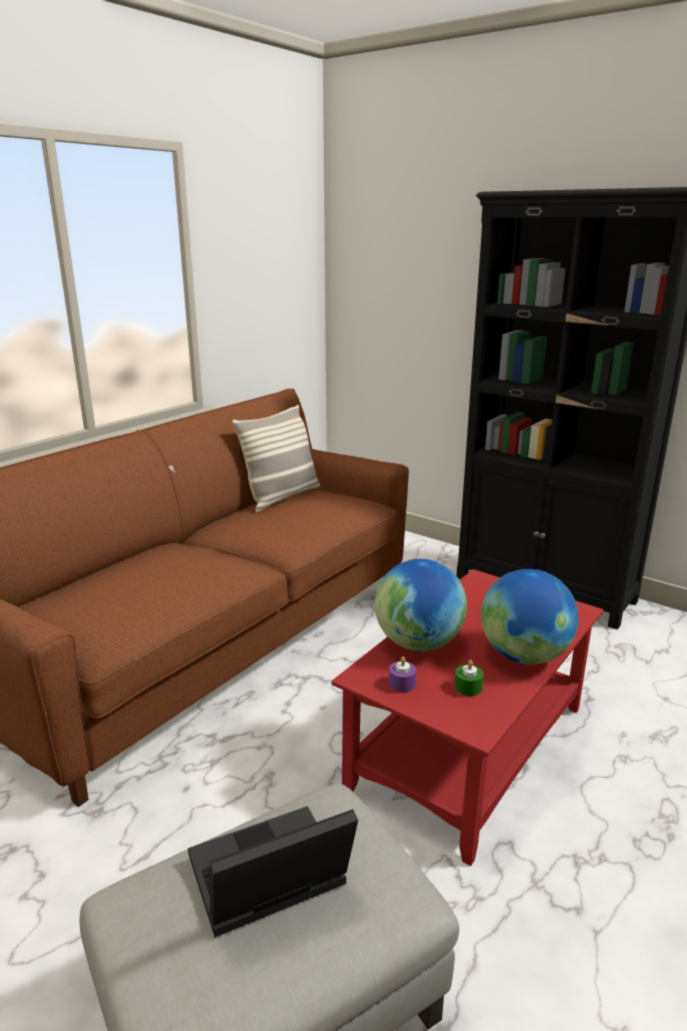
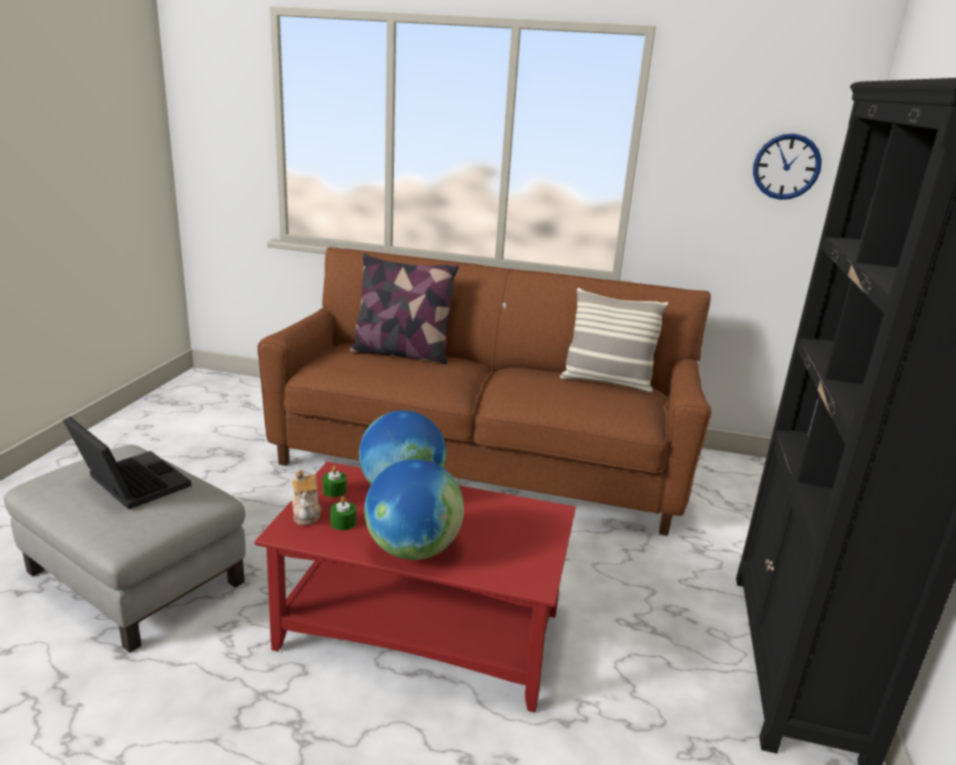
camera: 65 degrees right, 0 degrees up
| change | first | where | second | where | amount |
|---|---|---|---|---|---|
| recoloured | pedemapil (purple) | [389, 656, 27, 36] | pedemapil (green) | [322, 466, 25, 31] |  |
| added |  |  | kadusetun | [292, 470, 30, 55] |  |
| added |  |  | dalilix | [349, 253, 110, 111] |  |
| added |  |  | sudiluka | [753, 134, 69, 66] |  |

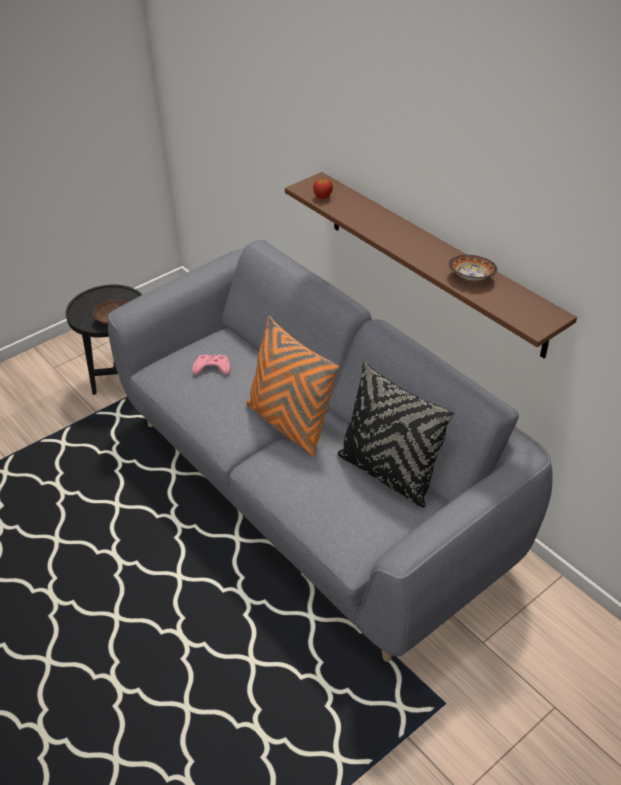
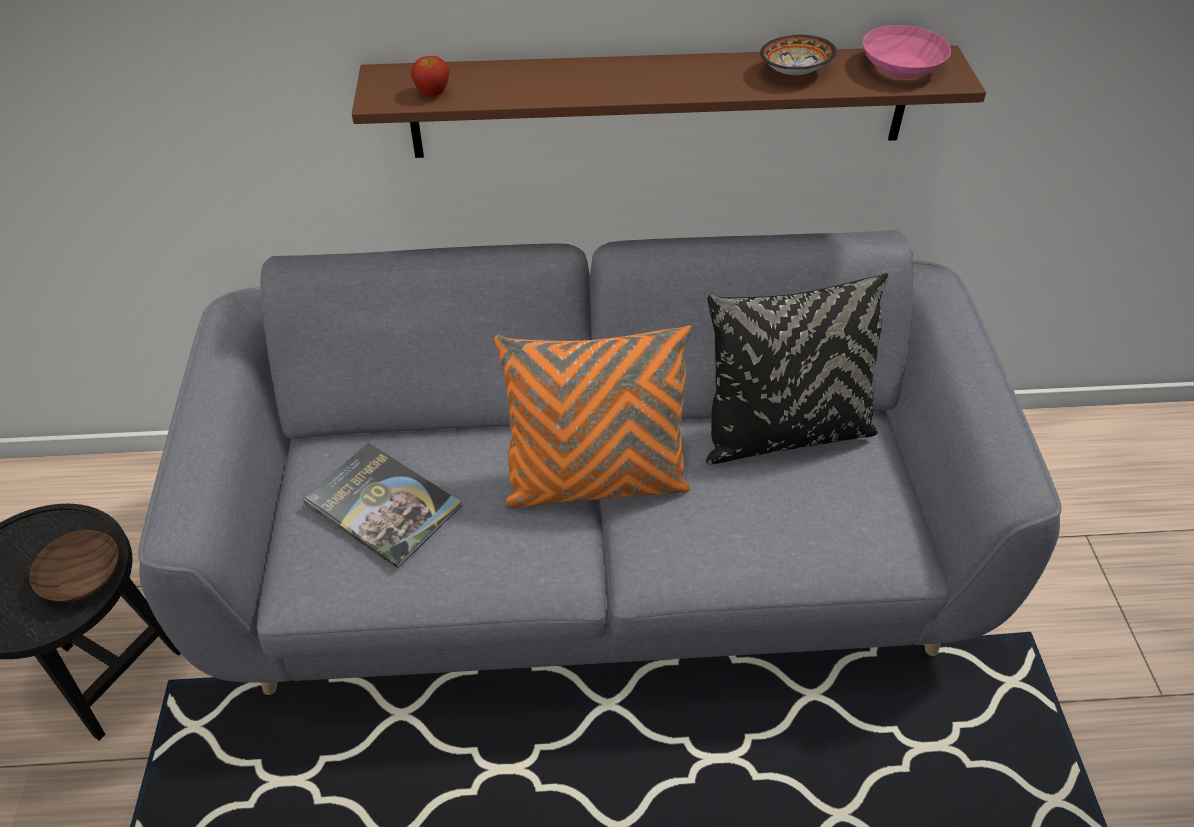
camera: 55 degrees left, 5 degrees up
| change | first | where | second | where | amount |
|---|---|---|---|---|---|
| replaced | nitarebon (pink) | [192, 355, 39, 20] | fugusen | [303, 443, 159, 125] |  |
| added |  |  | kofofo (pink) | [863, 25, 88, 54] |  |

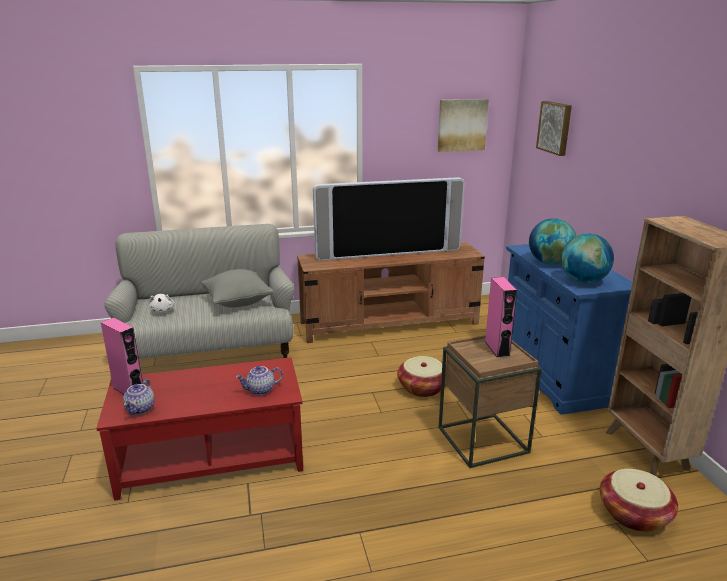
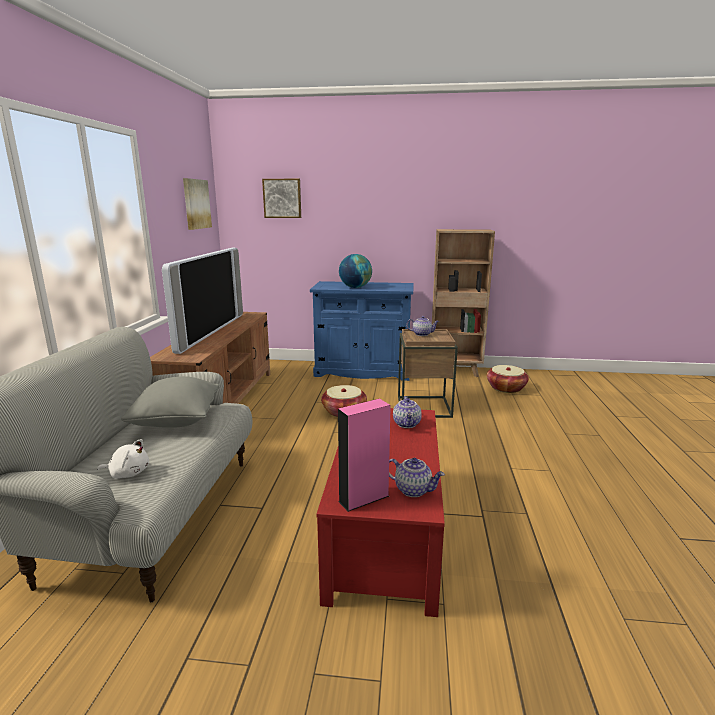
camera: 70 degrees left, 5 degrees down
| change | first | where | second | where | amount |
|---|---|---|---|---|---|
| replaced | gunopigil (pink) | [485, 277, 32, 81] | kadusetun | [406, 316, 33, 20] |  |
| removed | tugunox | [561, 234, 53, 49] |  |  |  |

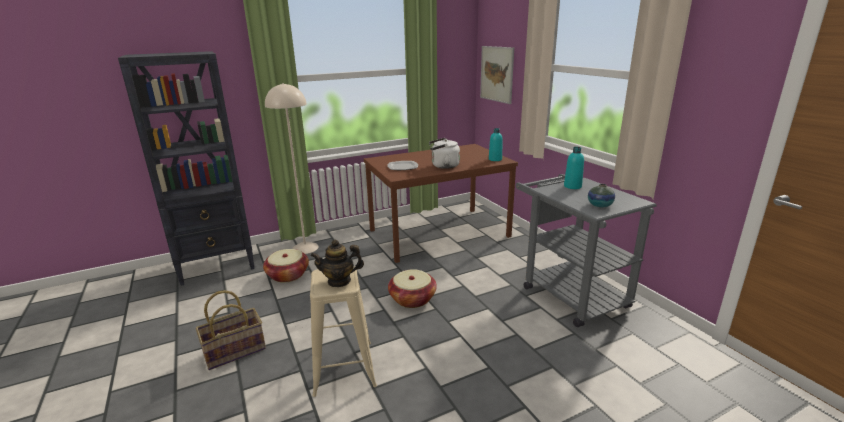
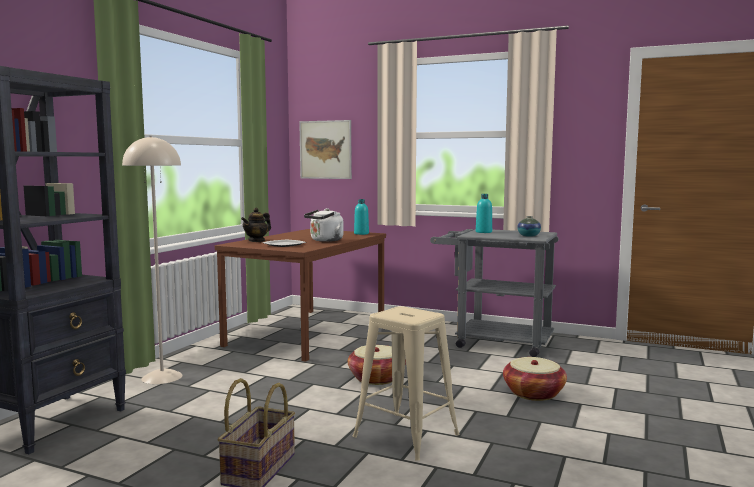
camera: 40 degrees left, 15 degrees down
| change | first | where | second | where | amount |
|---|---|---|---|---|---|
| moved | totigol | [263, 249, 46, 34] |  | [503, 357, 64, 44] |  |
| moved | kadusetun | [311, 240, 53, 47] |  | [241, 208, 30, 34] |  |

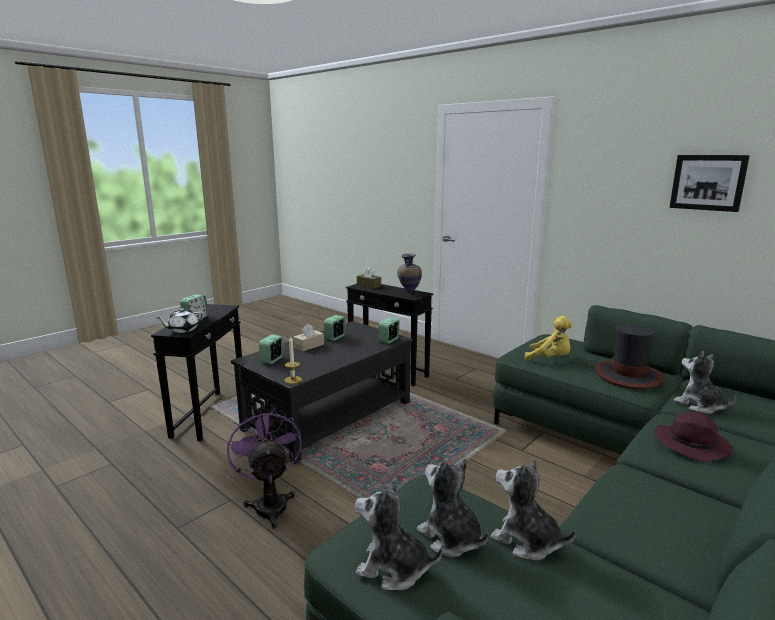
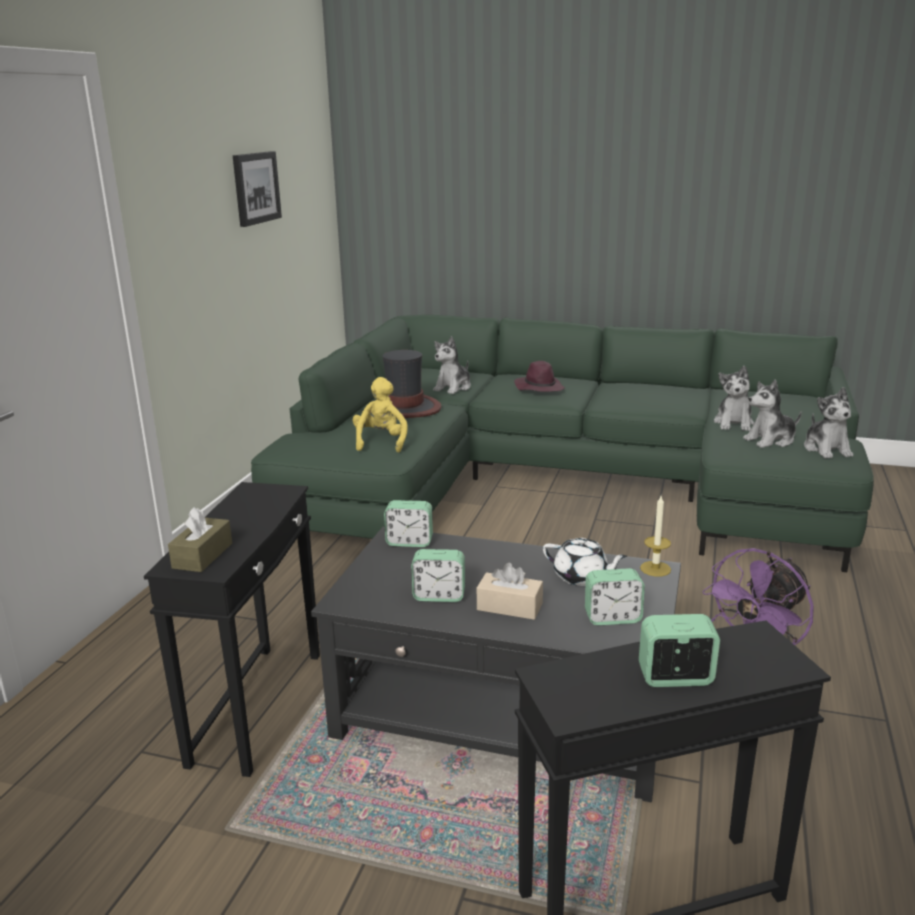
camera: 115 degrees left, 5 degrees up
| change | first | where | second | where | amount |
|---|---|---|---|---|---|
| moved | kadusetun (white) | [157, 308, 47, 25] |  | [543, 538, 84, 48] |  |
| removed | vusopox | [397, 253, 25, 40] |  |  |  |
| turned | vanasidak | [417, 459, 71, 98] |  | [743, 380, 59, 68] | 45 degrees clockwise |

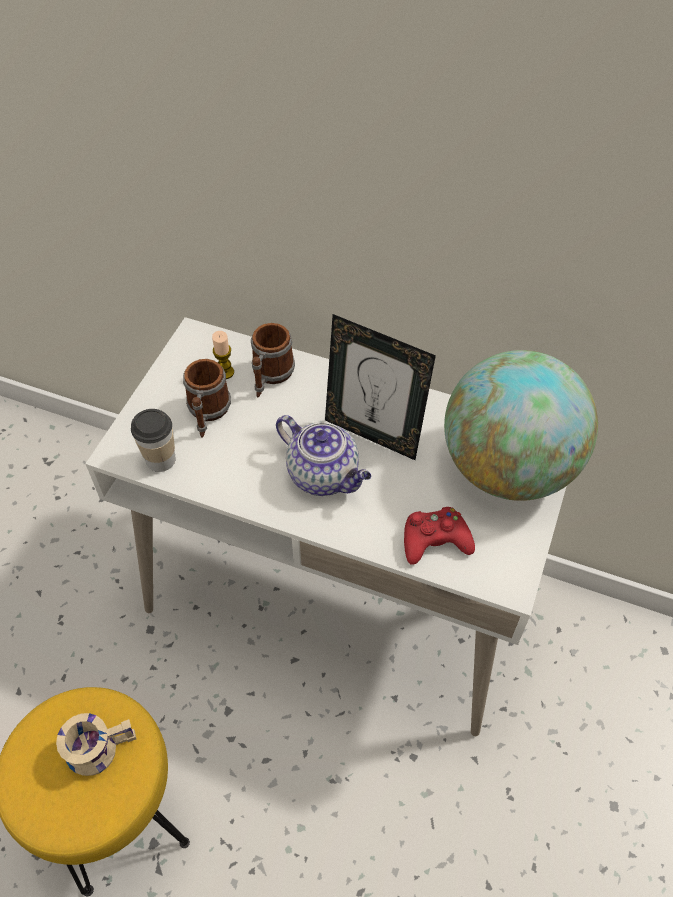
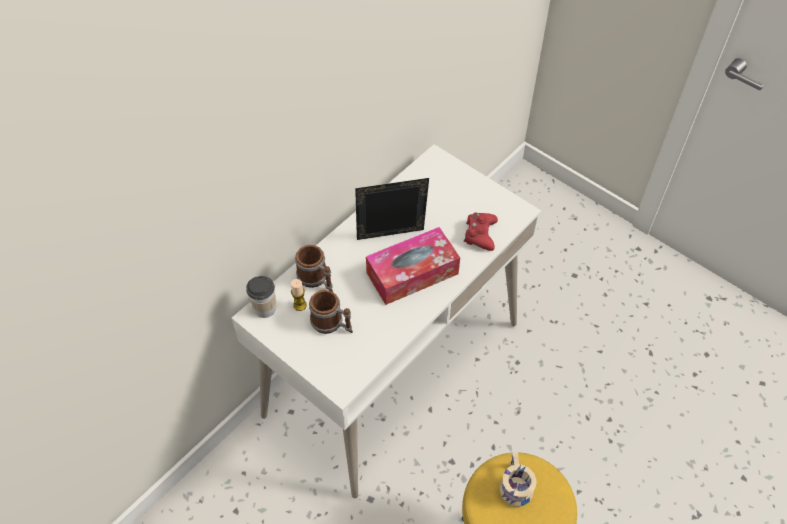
camera: 70 degrees left, 0 degrees up
| change | first | where | second | where | amount |
|---|---|---|---|---|---|
| moved | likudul | [131, 409, 45, 63] |  | [246, 276, 30, 42] |  |
| replaced | kadusetun | [276, 415, 95, 81] | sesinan | [366, 227, 94, 78] |  |
| turned | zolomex | [325, 314, 111, 146] |  | [355, 178, 74, 62] | 150 degrees counterclockwise |
| removed | tugunox | [444, 350, 154, 151] |  |  |  |

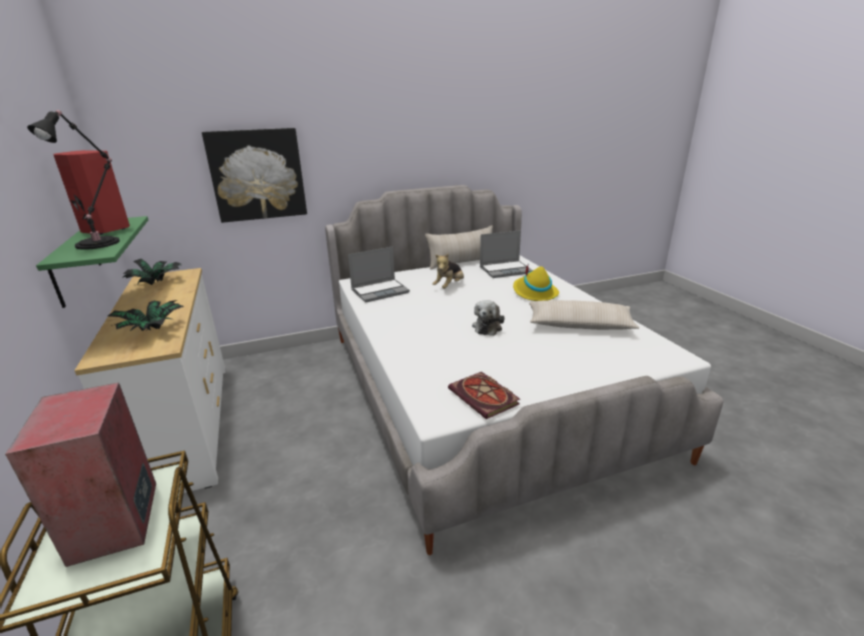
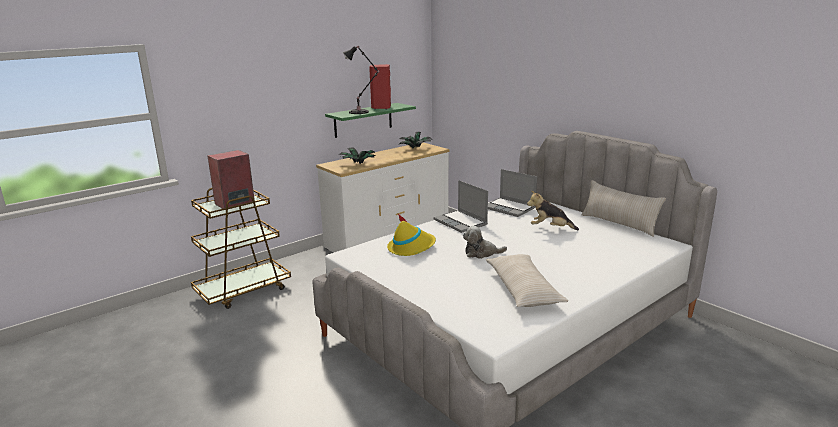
camera: 70 degrees right, 5 degrees down
| change | first | where | second | where | amount |
|---|---|---|---|---|---|
| removed | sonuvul | [202, 128, 105, 95] |  |  |  |
| removed | fugusen | [448, 372, 72, 47] |  |  |  |
| moved | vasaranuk | [480, 230, 53, 48] |  | [433, 180, 55, 53] |  |
| moved | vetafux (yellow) | [513, 263, 46, 38] |  | [387, 214, 49, 42] |  |

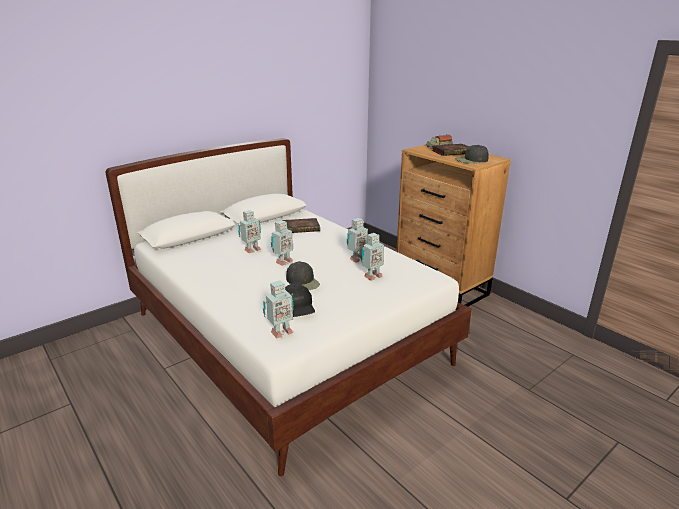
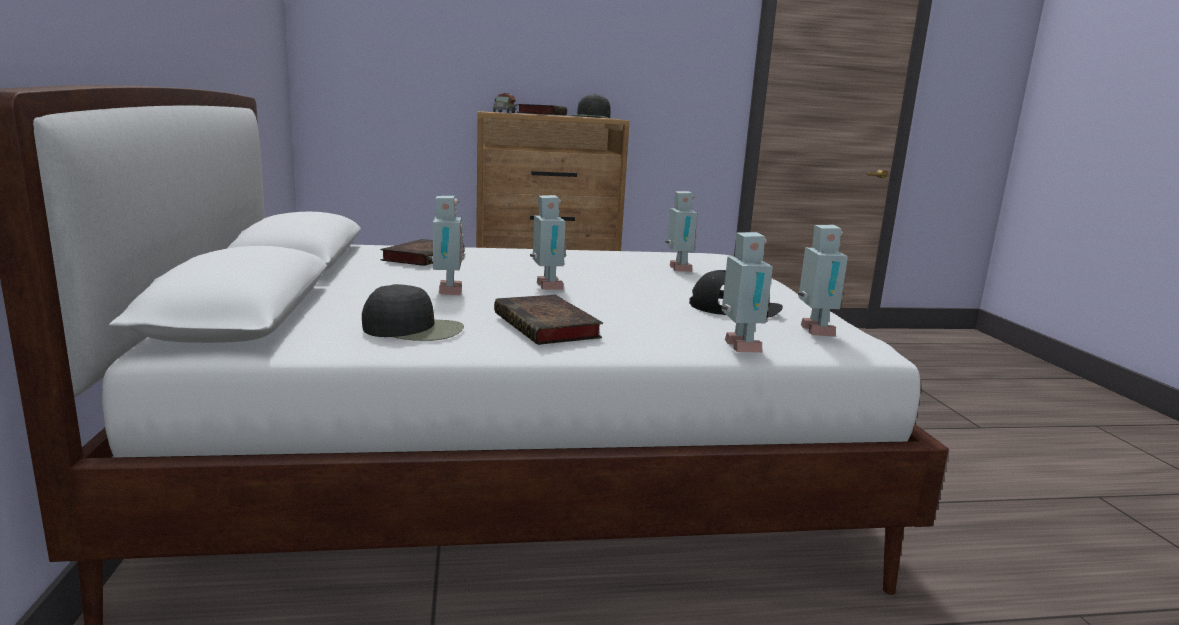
camera: 60 degrees left, 10 degrees down
| change | first | where | second | where | amount |
|---|---|---|---|---|---|
| moved | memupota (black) | [286, 261, 34, 29] |  | [362, 284, 102, 57] |  |
| moved | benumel | [347, 218, 21, 45] |  | [721, 232, 52, 121] |  |
| added |  |  | fugusen | [494, 295, 109, 50] |  |

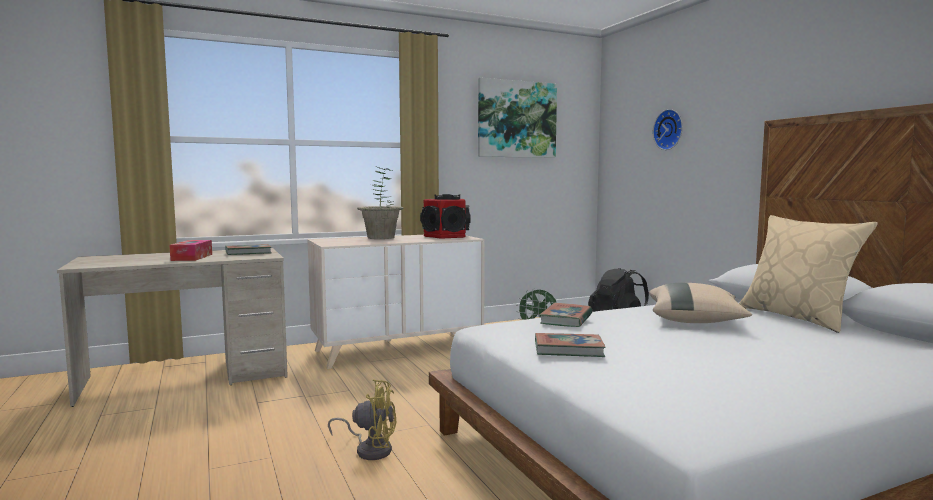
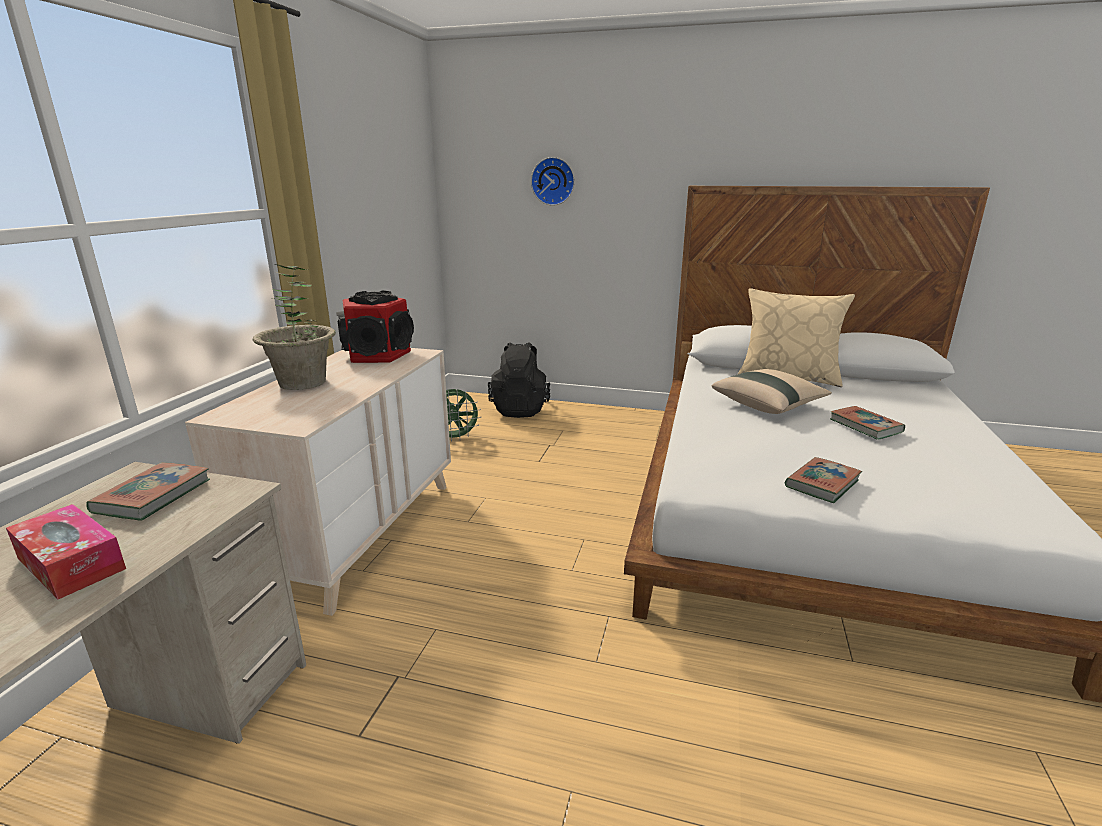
camera: 50 degrees left, 15 degrees up
| change | first | where | second | where | amount |
|---|---|---|---|---|---|
| removed | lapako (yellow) | [328, 379, 68, 81] |  |  |  |
| removed | sonuvul | [478, 77, 79, 81] |  |  |  |
| moved | fugusen | [539, 303, 53, 24] |  | [830, 406, 75, 34] |  |

